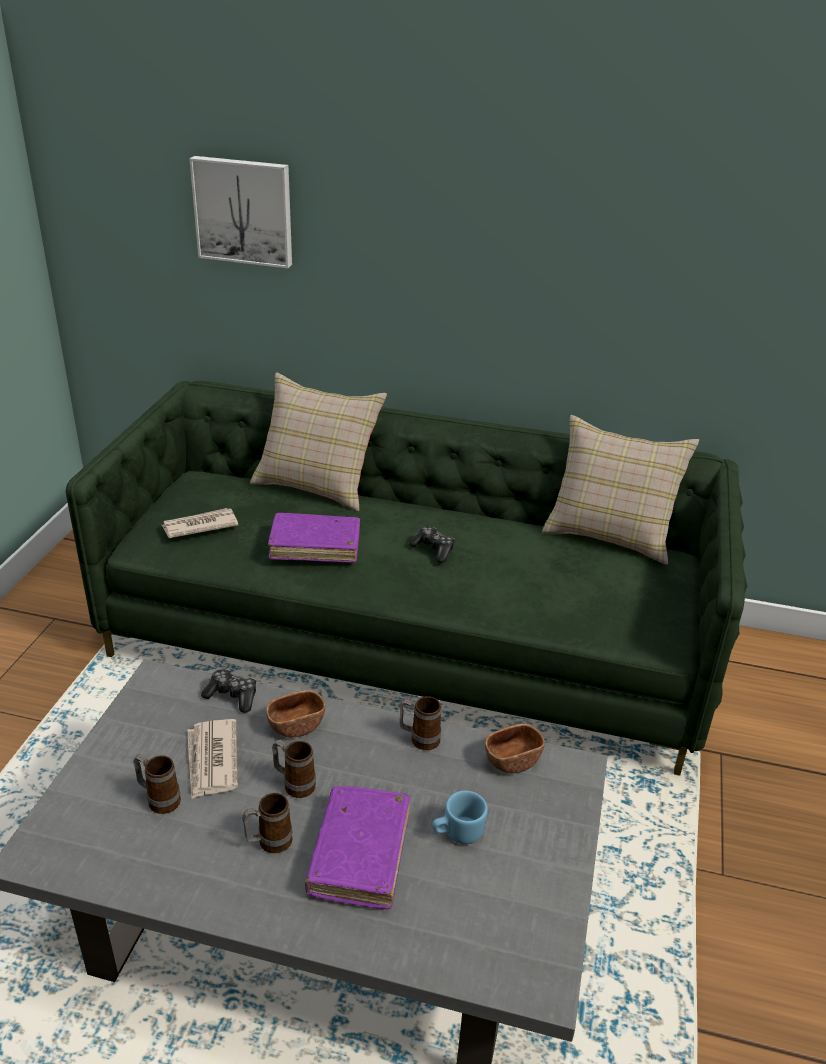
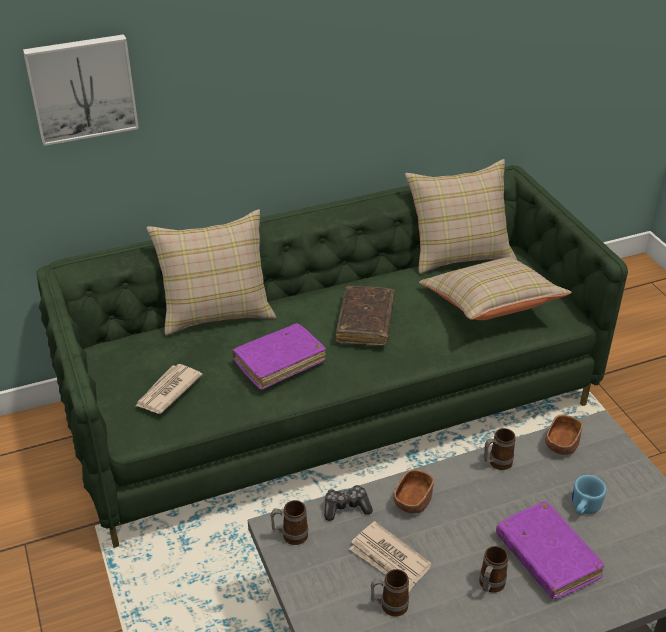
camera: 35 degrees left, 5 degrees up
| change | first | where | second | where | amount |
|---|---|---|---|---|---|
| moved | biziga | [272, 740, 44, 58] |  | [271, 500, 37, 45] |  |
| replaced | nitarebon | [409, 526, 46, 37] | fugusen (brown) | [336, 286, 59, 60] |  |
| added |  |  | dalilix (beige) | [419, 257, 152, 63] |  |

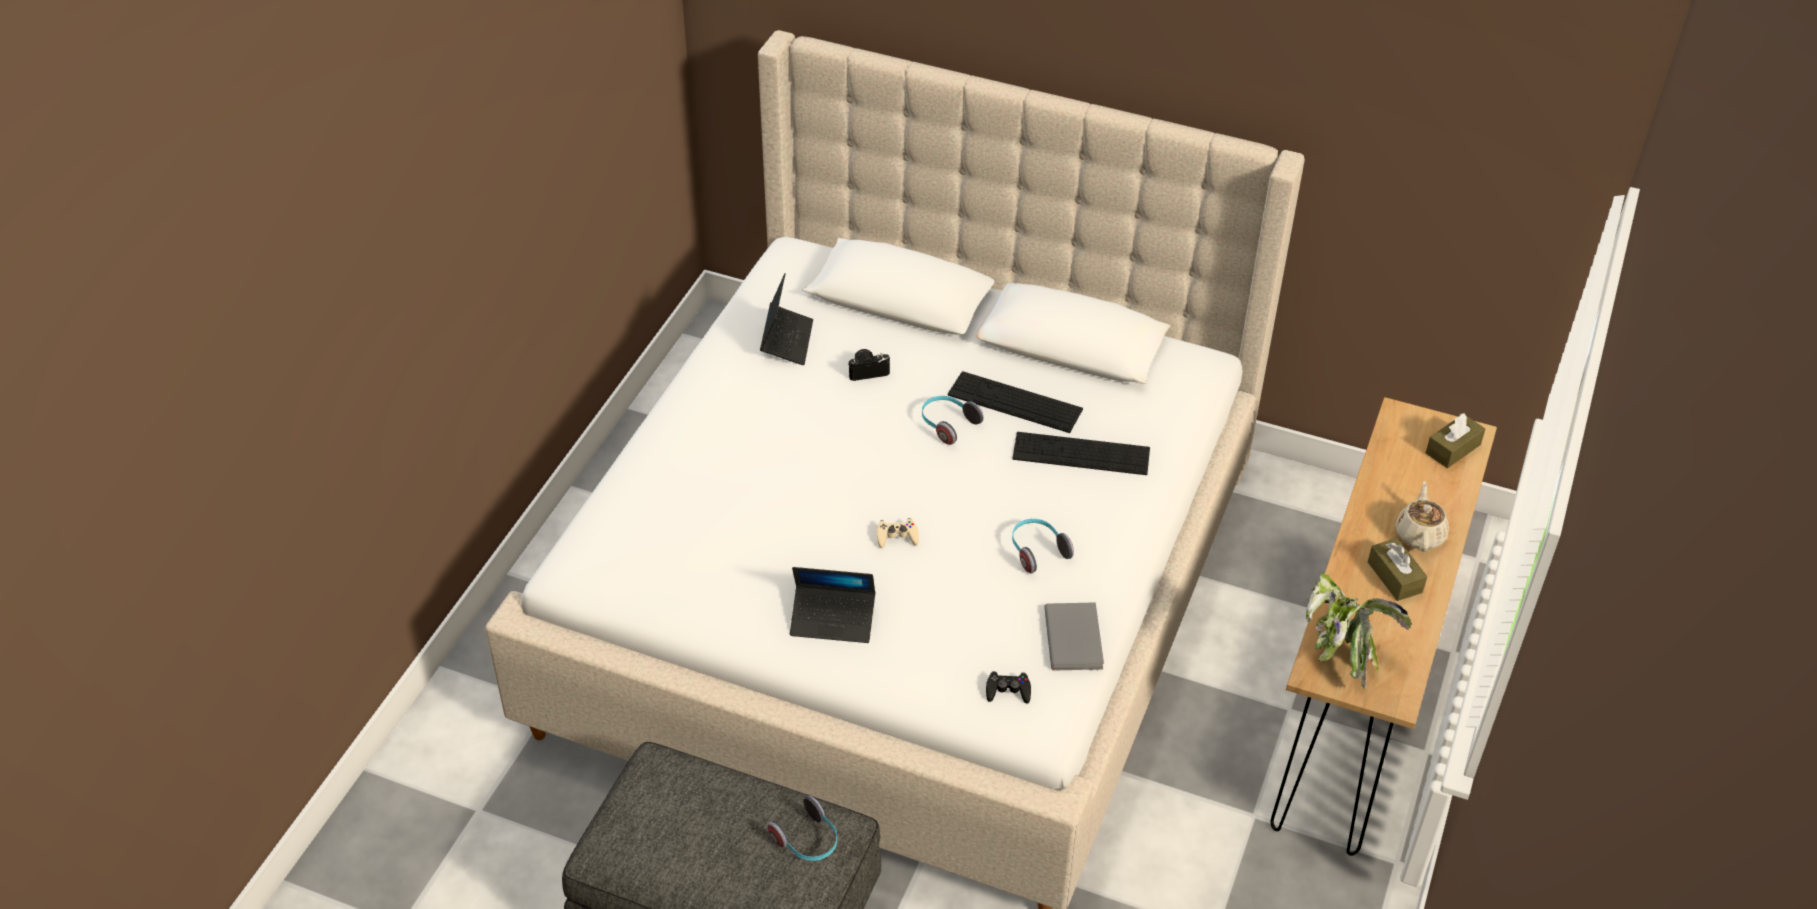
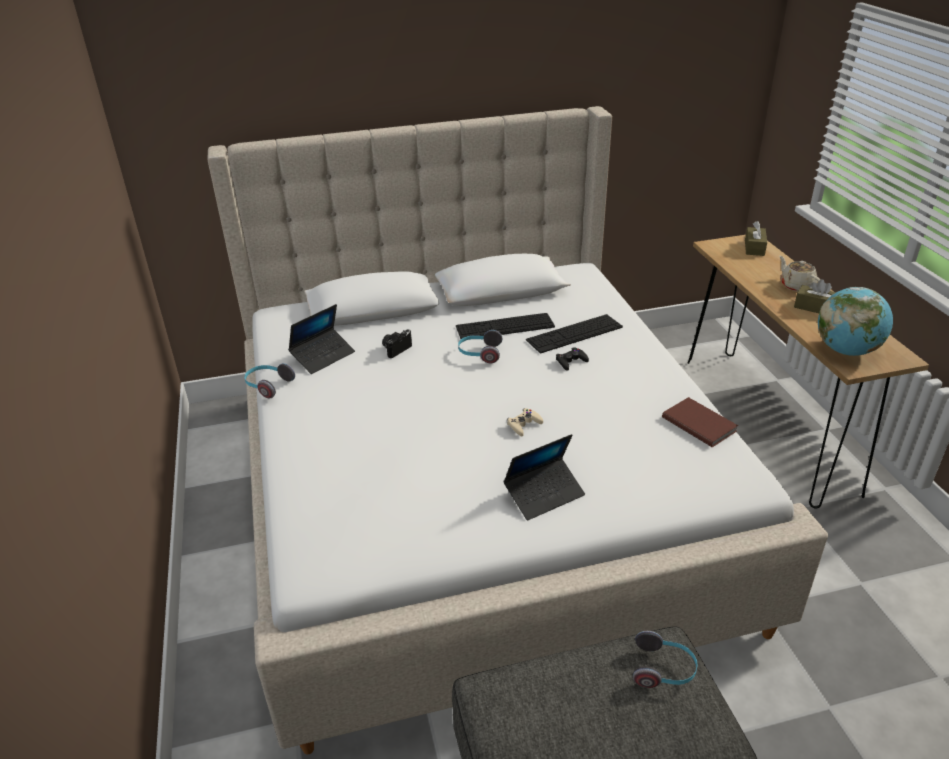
camera: 35 degrees left, 10 degrees down
| change | first | where | second | where | amount |
|---|---|---|---|---|---|
| turned | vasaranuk | [760, 273, 53, 92] |  | [288, 304, 67, 70] | 75 degrees clockwise |
| moved | nitarebon (black) | [986, 671, 45, 33] |  | [556, 347, 33, 24] |  |
| moved | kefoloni | [1012, 519, 62, 54] |  | [244, 363, 51, 35] |  |
| recoloured | fugusen (grey) | [1044, 602, 60, 69] | fugusen (brown) | [662, 397, 76, 50] |  |
| replaced | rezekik | [1306, 573, 106, 116] | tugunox | [818, 287, 75, 69] |  |

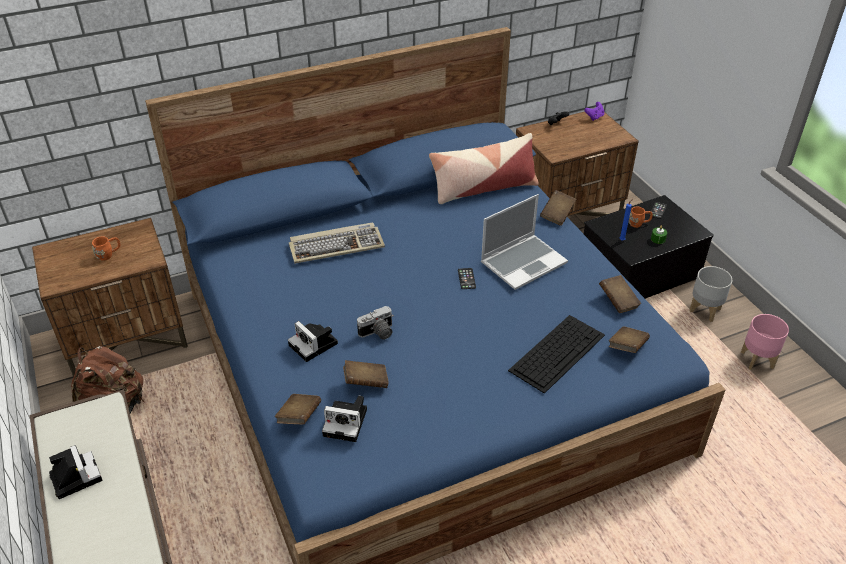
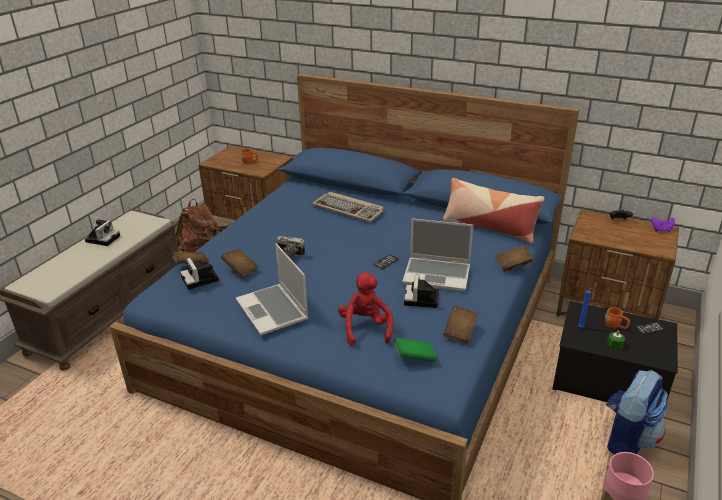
camera: 50 degrees right, 10 degrees down
| change | first | where | second | where | amount |
|---|---|---|---|---|---|
| moved | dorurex | [288, 321, 50, 41] |  | [404, 275, 35, 33] |  |
| replaced | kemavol | [508, 315, 97, 79] | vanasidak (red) | [338, 272, 56, 73] |  |
| recoloured | fugusen (brown) | [609, 326, 41, 27] | fugusen (green) | [394, 338, 43, 24] |  |
| replaced | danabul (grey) | [689, 266, 43, 56] | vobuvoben | [606, 370, 62, 85] |  |
| added |  |  | vasaranuk | [236, 244, 73, 91] |  |

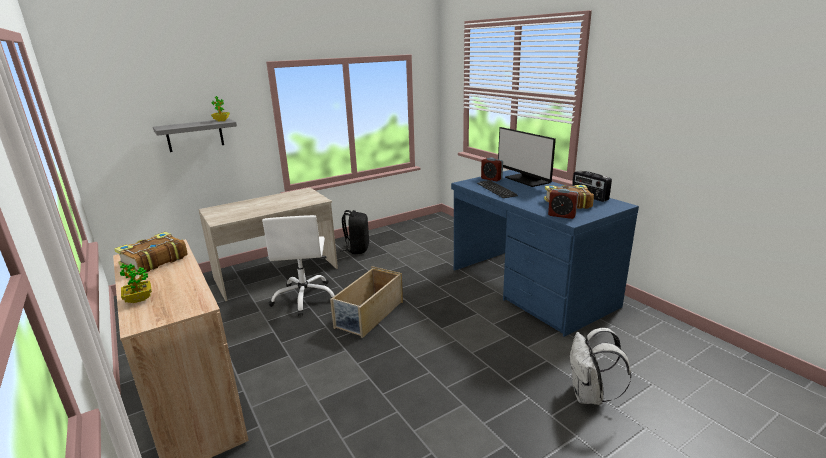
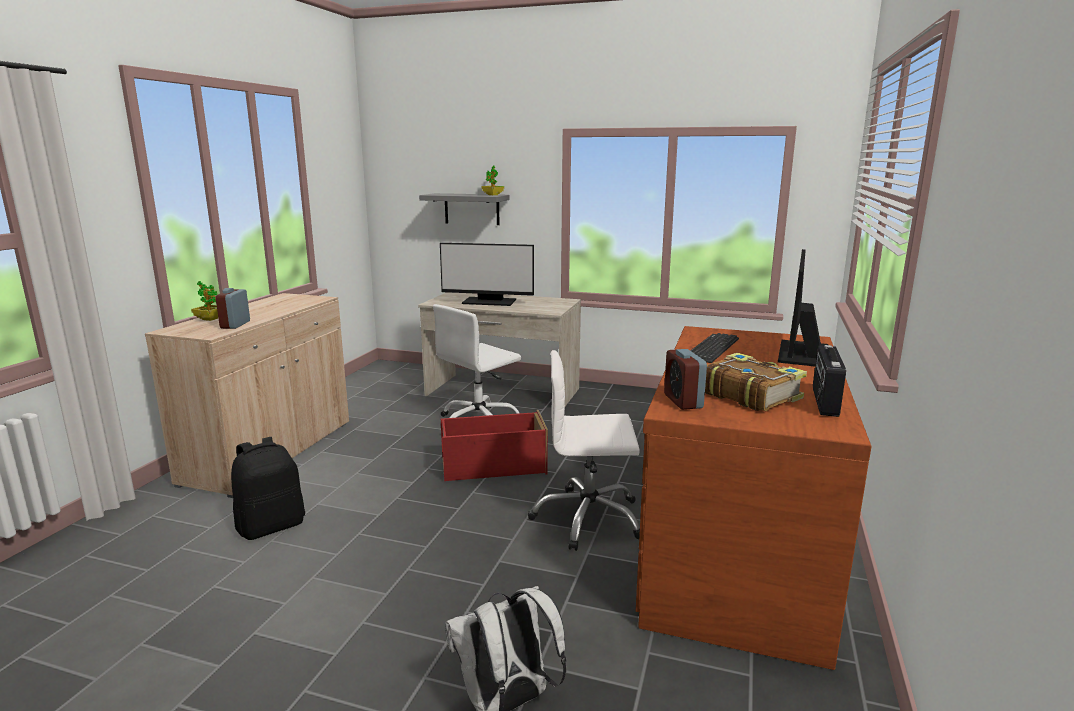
camera: 50 degrees right, 5 degrees down
| change | first | where | second | where | amount |
|---|---|---|---|---|---|
| removed | fugusen | [114, 232, 74, 41] |  |  |  |
| recoloured | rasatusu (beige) | [330, 266, 73, 72] | rasatusu (red) | [441, 410, 107, 71] |  |
| moved | vobuvoben (black) | [340, 210, 29, 44] |  | [231, 437, 74, 103] |  |
| recoloured | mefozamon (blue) | [451, 170, 188, 167] | mefozamon (brown) | [636, 326, 236, 344] |  |
| moved | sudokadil | [481, 158, 22, 23] |  | [216, 288, 34, 41] |  |
| added |  |  | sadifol | [440, 243, 94, 63] |  |
| added |  |  | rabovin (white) | [528, 350, 112, 201] |  |

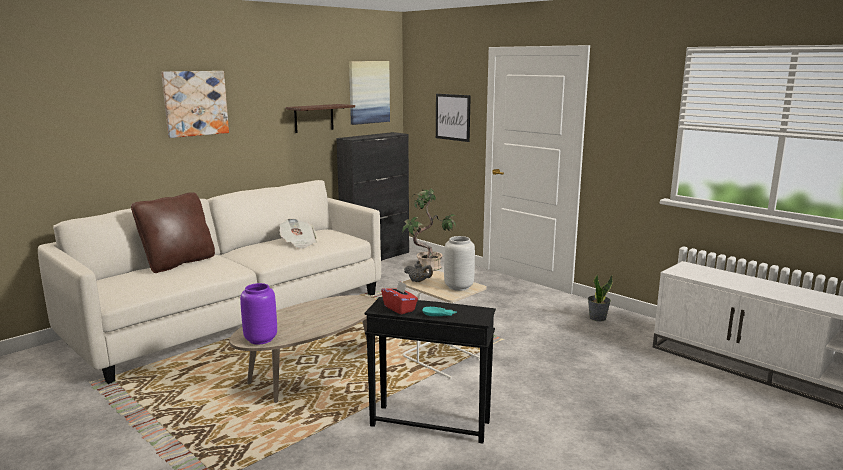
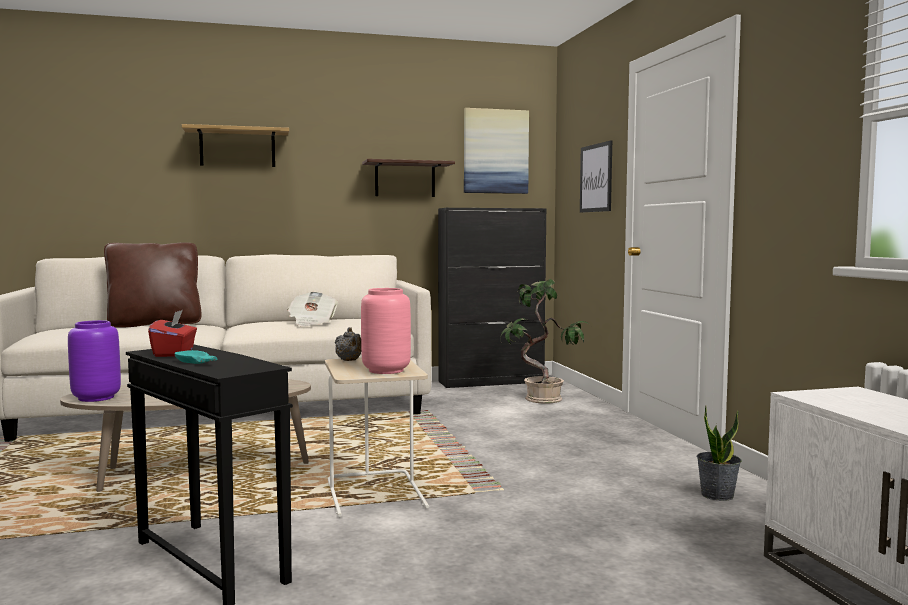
camera: 30 degrees right, 10 degrees down
| change | first | where | second | where | amount |
|---|---|---|---|---|---|
| replaced | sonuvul | [161, 71, 68, 67] | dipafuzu | [182, 124, 107, 43] |  |
| recoloured | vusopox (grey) | [444, 236, 31, 55] | vusopox (pink) | [361, 288, 50, 86] |  |

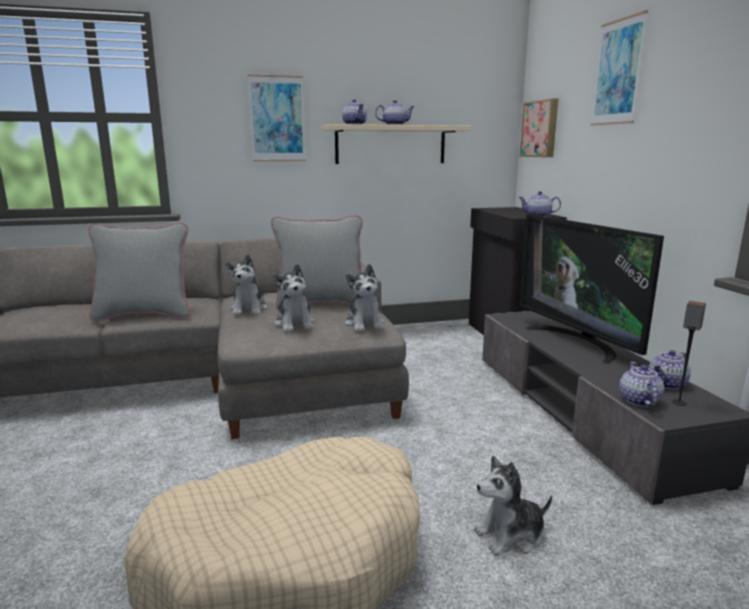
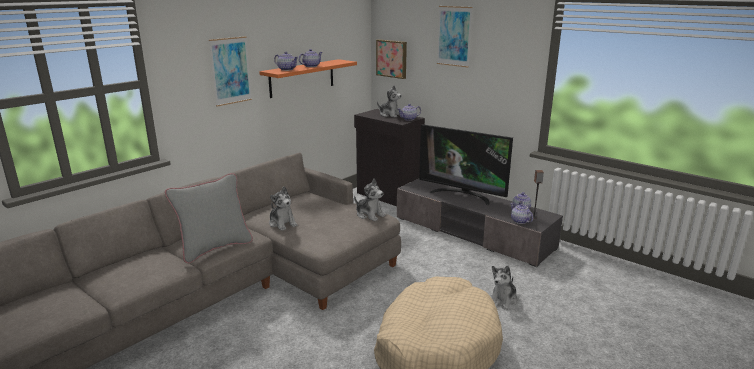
camera: 35 degrees left, 5 degrees up
| change | first | where | second | where | amount |
|---|---|---|---|---|---|
| removed | dalilix (grey) | [271, 215, 92, 94] |  |  |  |
| moved | vanasidak | [273, 264, 41, 68] |  | [377, 85, 25, 33] |  |
| recoloured | dipafuzu (beige) | [321, 124, 150, 40] | dipafuzu (orange) | [259, 59, 98, 39] |  |

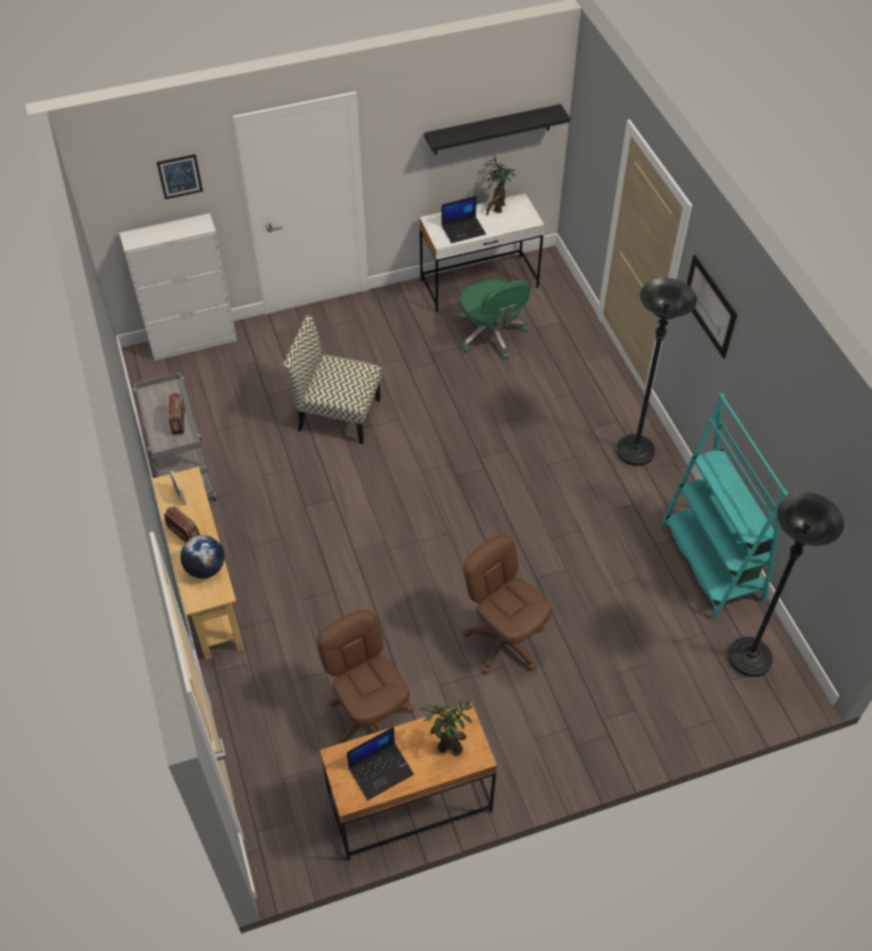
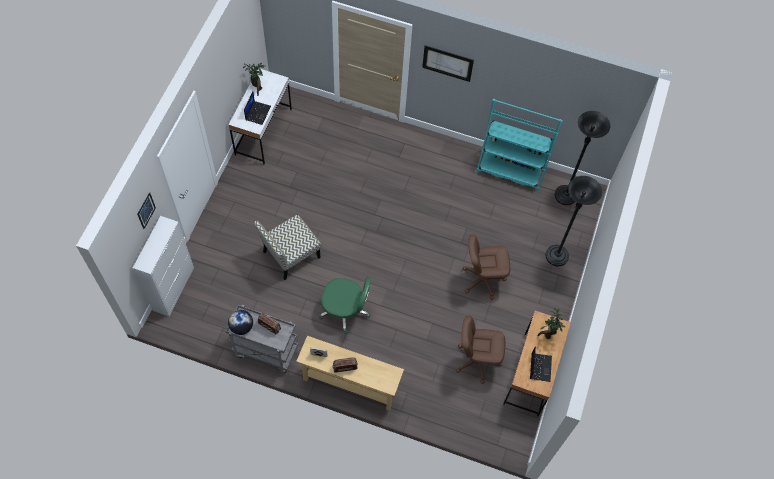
camera: 55 degrees left, 10 degrees up
| change | first | where | second | where | amount |
|---|---|---|---|---|---|
| moved | tugunox | [180, 535, 45, 44] |  | [228, 310, 25, 25] |  |
| removed | dipafuzu (black) | [424, 104, 146, 50] |  |  |  |
| moved | rabovin (green) | [456, 279, 74, 80] |  | [319, 277, 52, 57] |  |
| moved | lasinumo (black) | [617, 278, 80, 188] |  | [546, 176, 56, 90] |  |

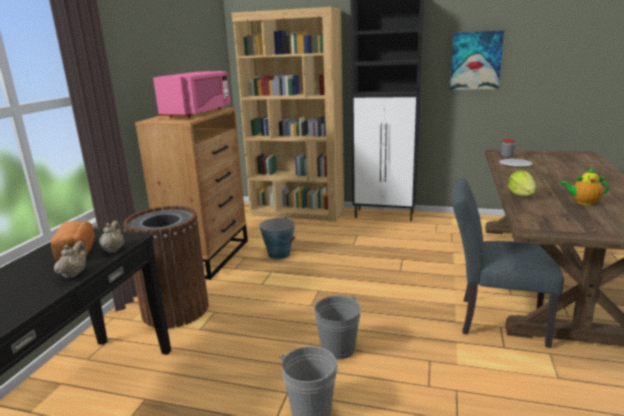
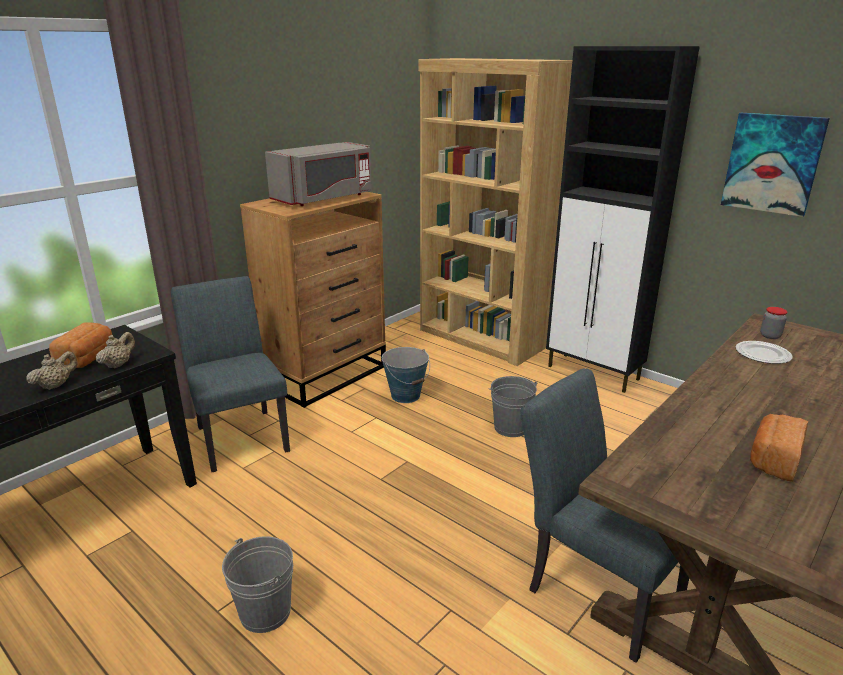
camera: 25 degrees right, 5 degrees up
| change | first | where | second | where | amount |
|---|---|---|---|---|---|
| replaced | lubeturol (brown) | [124, 206, 85, 122] | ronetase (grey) | [171, 276, 119, 196] |  |
| recoloured | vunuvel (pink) | [153, 71, 78, 47] | vunuvel (grey) | [265, 142, 107, 64] |  |
| moved | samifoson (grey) | [314, 295, 46, 64] |  | [488, 376, 49, 61] |  |
| removed | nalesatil | [508, 170, 28, 26] |  |  |  |
| replaced | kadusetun | [560, 167, 49, 38] | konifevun | [750, 414, 58, 68] |  |

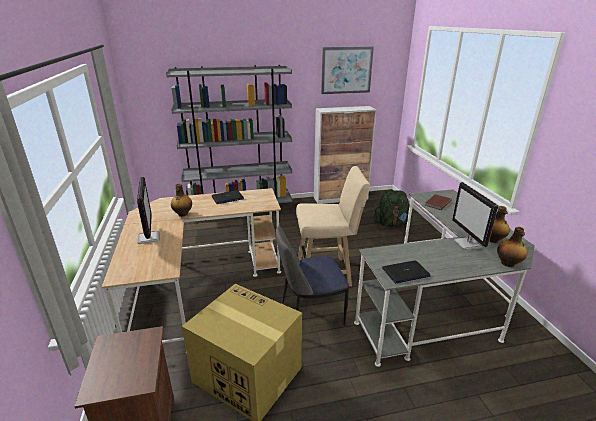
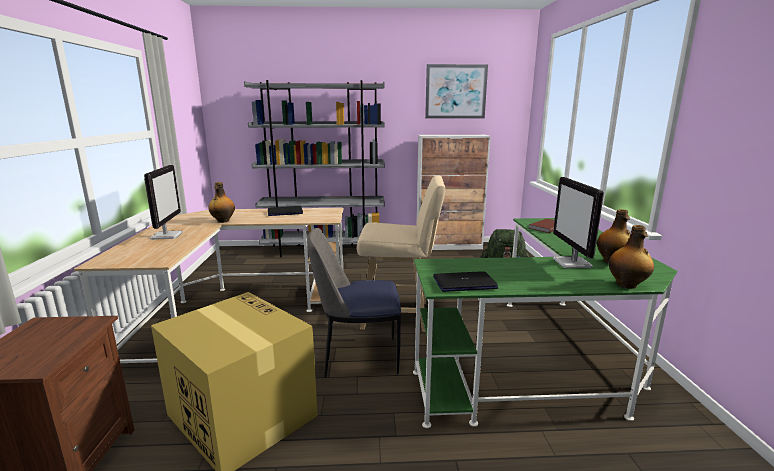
camera: 10 degrees right, 10 degrees down
| change | first | where | second | where | amount |
|---|---|---|---|---|---|
| recoloured | mefozamon (grey) | [354, 189, 181, 178] | mefozamon (green) | [413, 218, 264, 210] |  |

